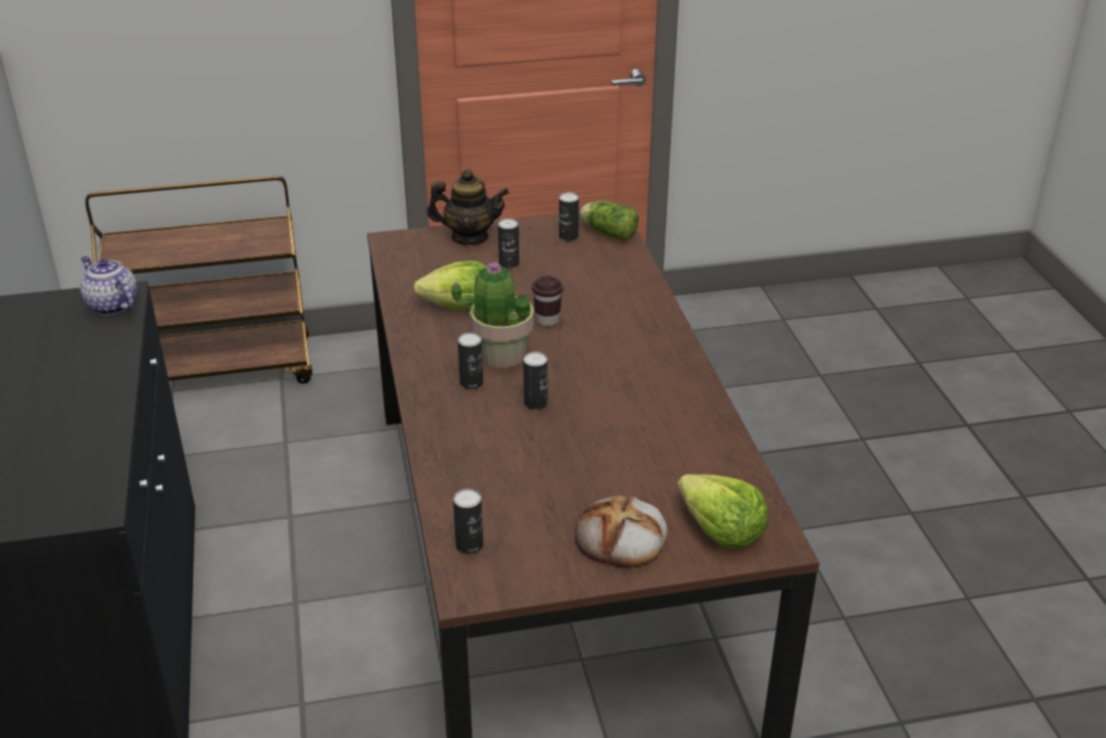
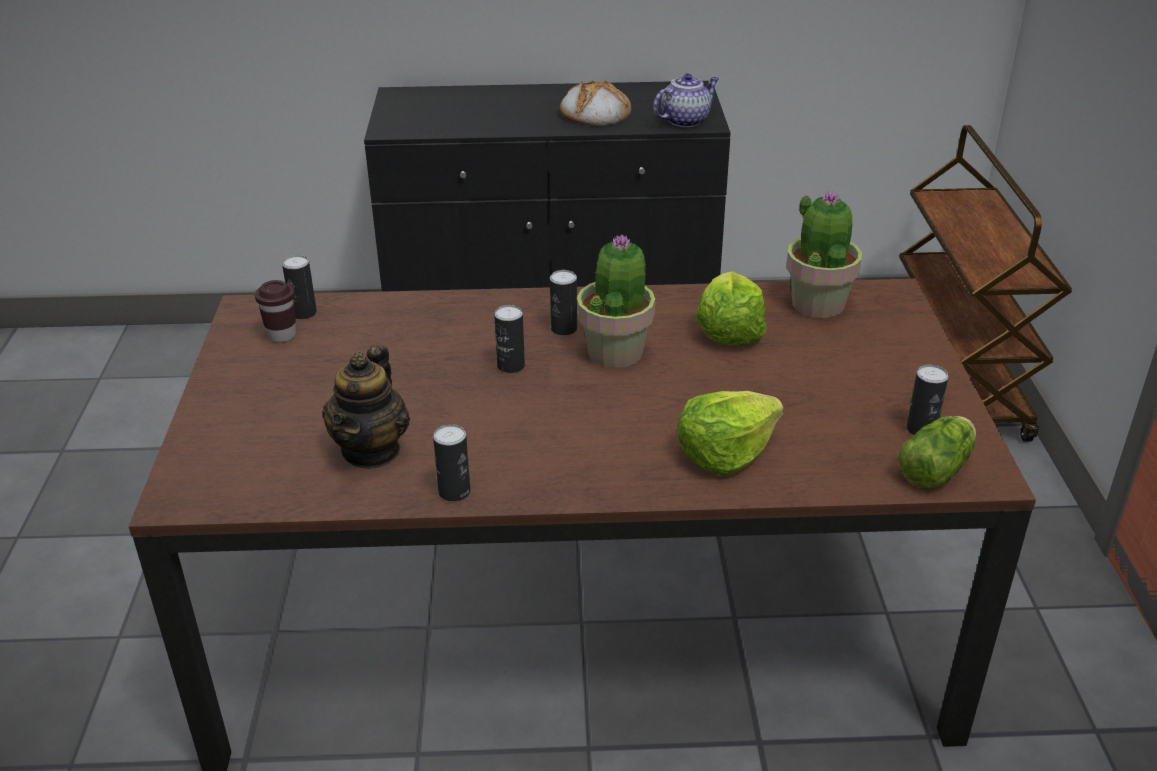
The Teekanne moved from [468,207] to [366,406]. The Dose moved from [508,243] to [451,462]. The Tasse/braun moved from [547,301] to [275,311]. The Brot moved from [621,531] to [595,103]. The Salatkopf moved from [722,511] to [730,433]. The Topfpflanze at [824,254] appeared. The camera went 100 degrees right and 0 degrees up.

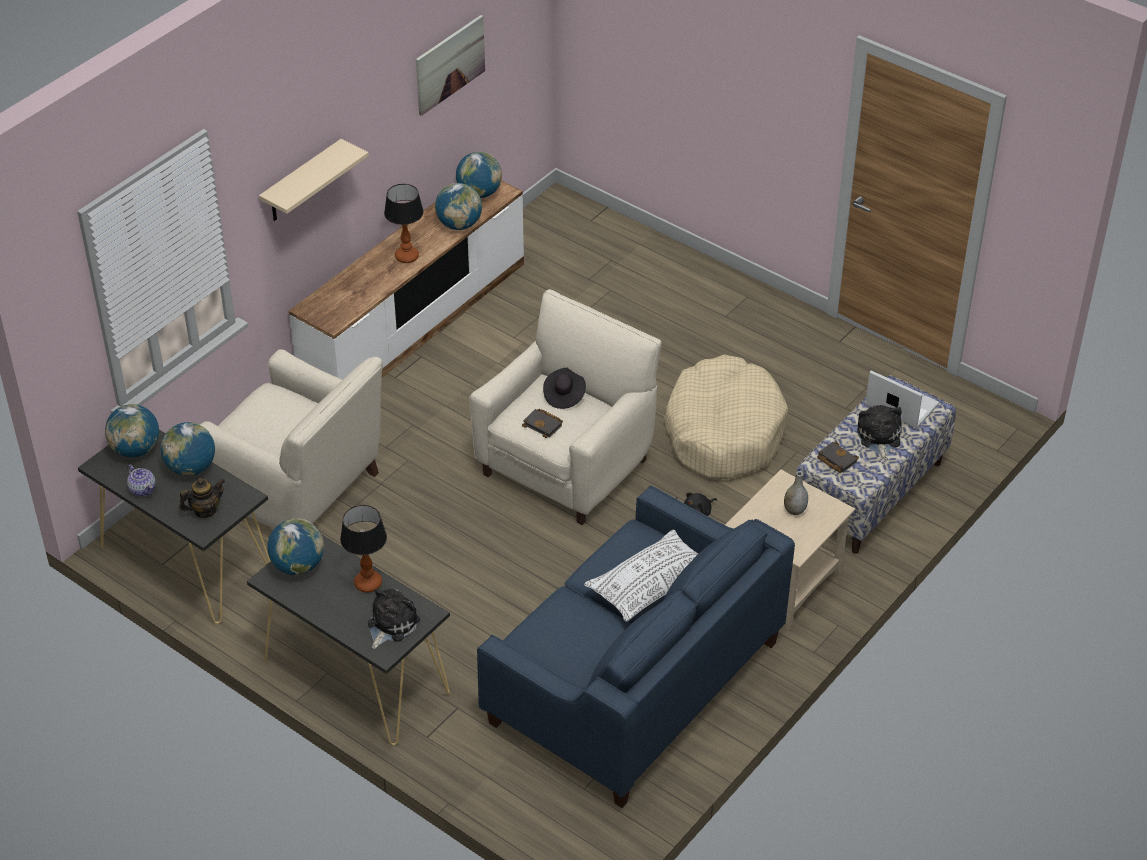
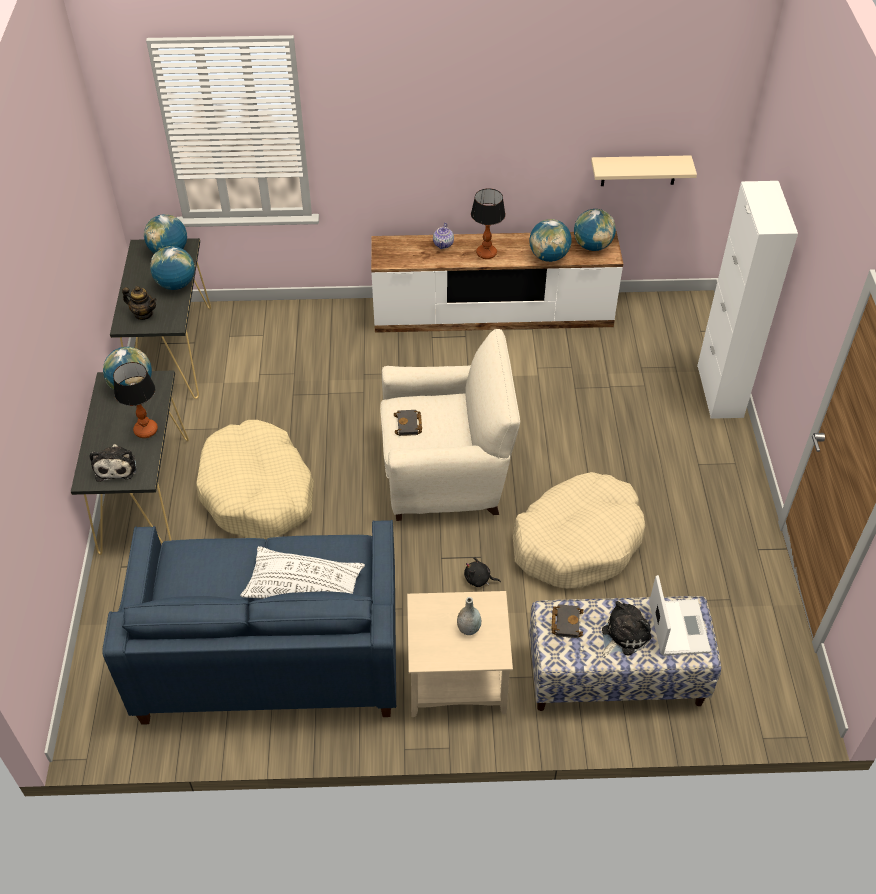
The Teekanne moved from [141,480] to [443,236]. The Sessel/beige at [291,438] disappeared. The Wandregal/beige moved from [314,180] to [644,170]. The Plüschtier at [394,619] turned 90 degrees clockwise. The Bild at [450,65] disappeared. The Hut/schwarz at [564,388] disappeared. The Hundebett/beige at [255,480] appeared. The Schrank/weiß at [747,300] appeared. The camera went 50 degrees right and 5 degrees up.

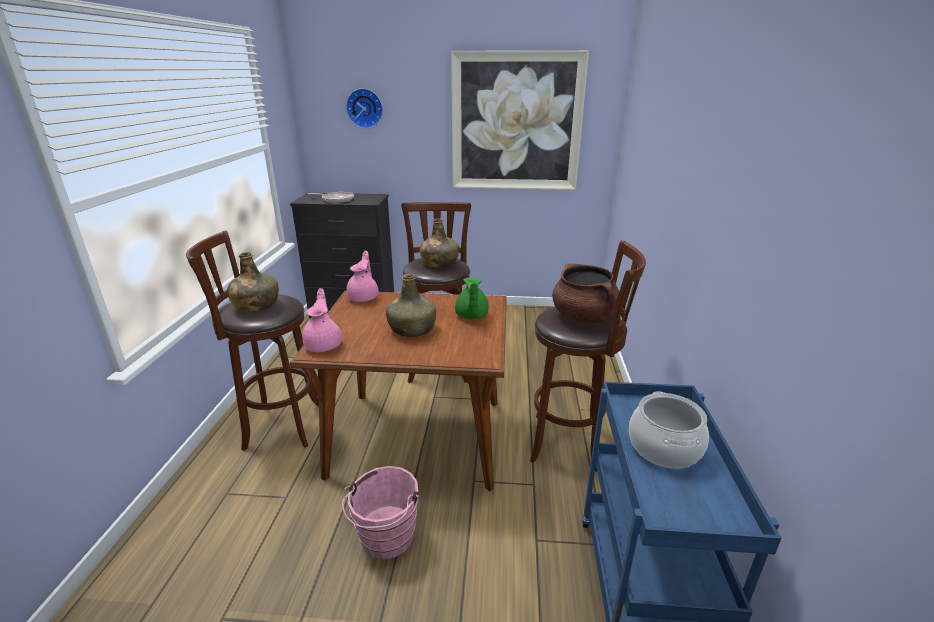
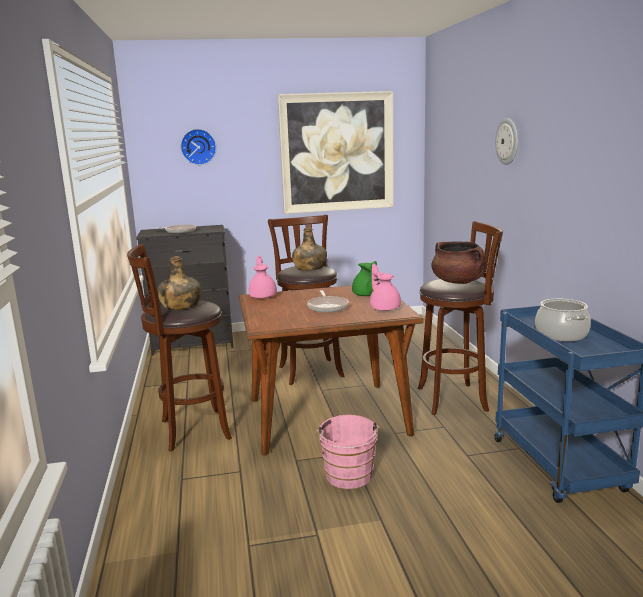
The Teekanne/rosa moved from [322,320] to [385,287]. The Flasche/grün at [411,305] was replaced by the Pfanne at [328,301]. The Wanduhr at [506,141] appeared. The camera went 15 degrees left and 10 degrees down.

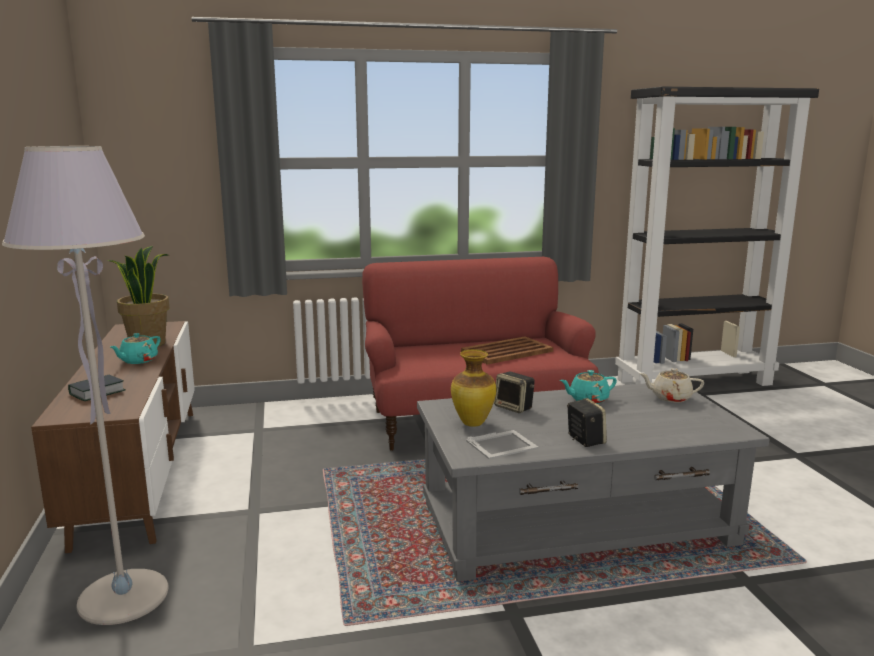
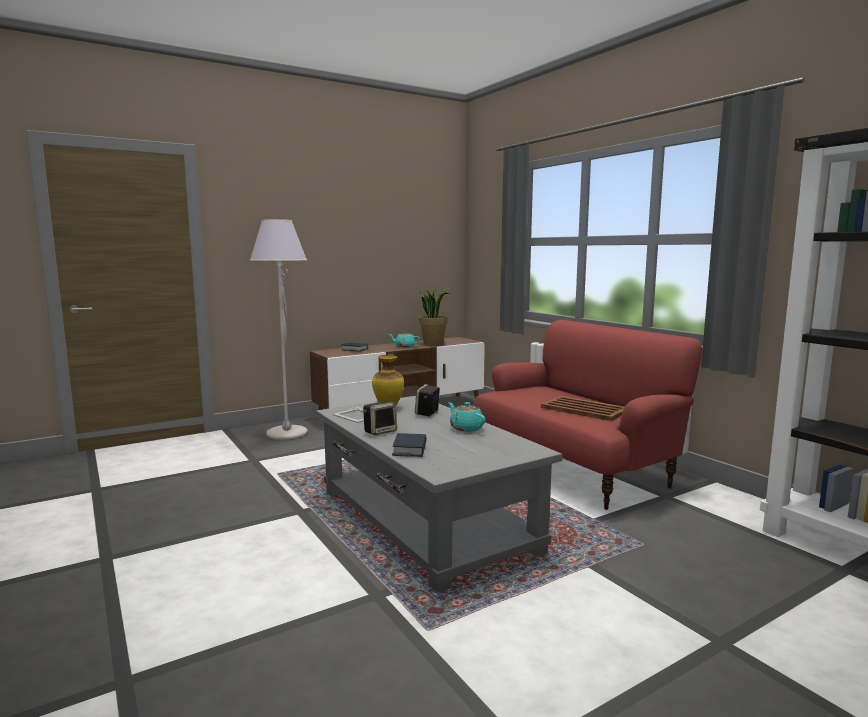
The Teekanne/beige at [671,385] disappeared. The Buch at [409,445] appeared. The camera went 70 degrees right and 5 degrees down.

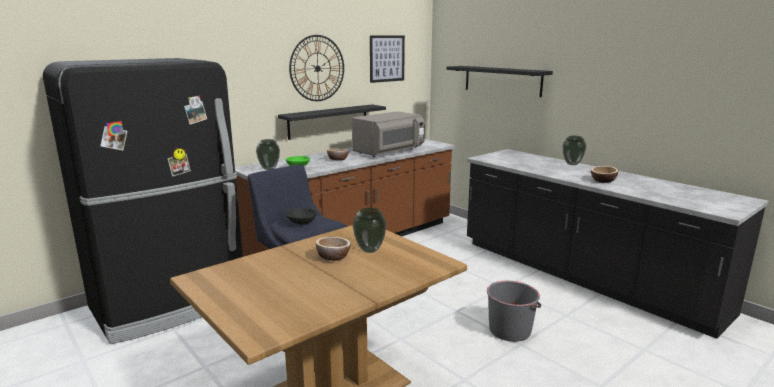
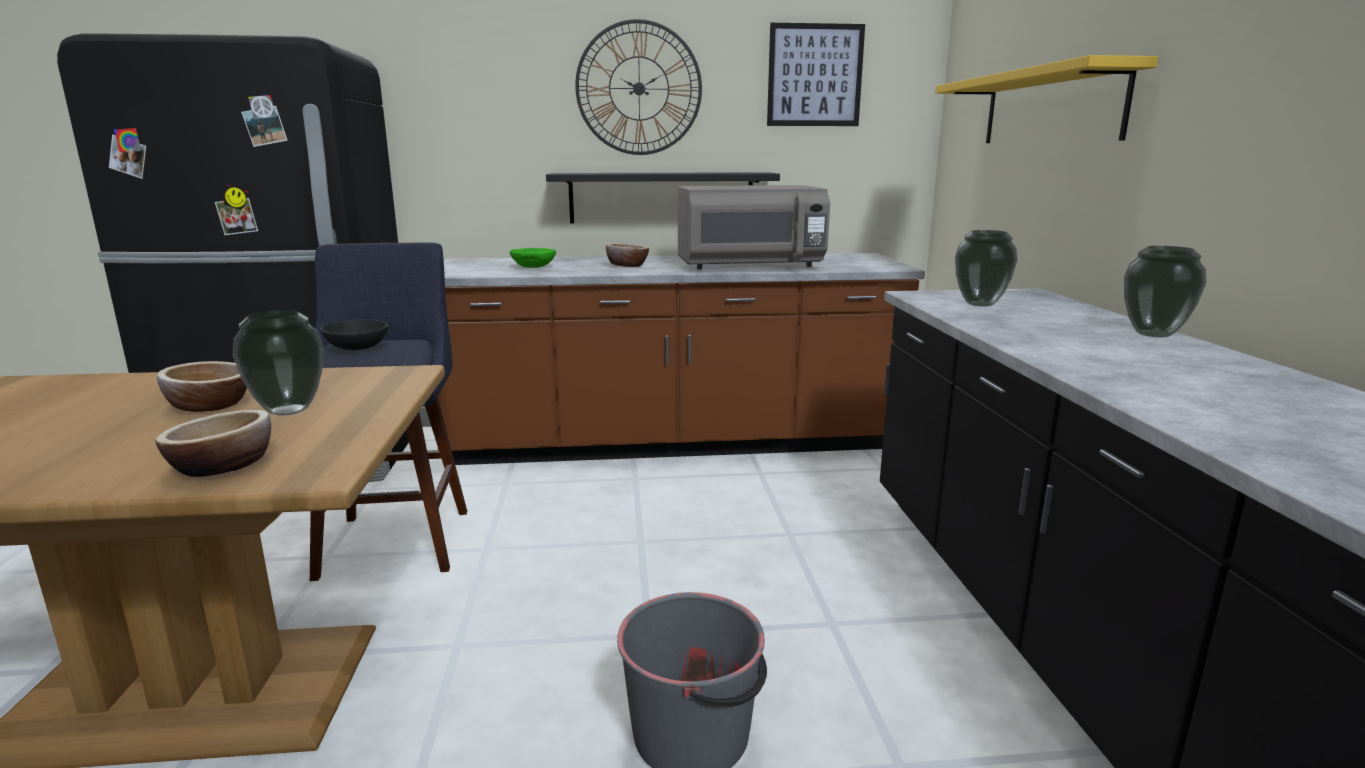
The Vase moved from [268,154] to [986,268]. The Wandregal/schwarz at [499,81] became the Wandregal/gelb at [1047,99]. The Schüssel moved from [604,174] to [213,443]. The camera went 35 degrees right and 0 degrees up.

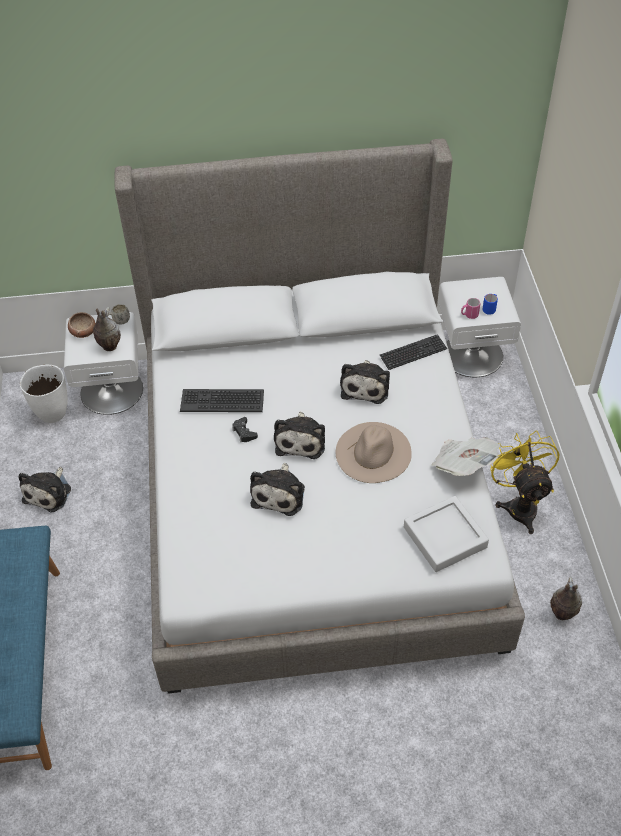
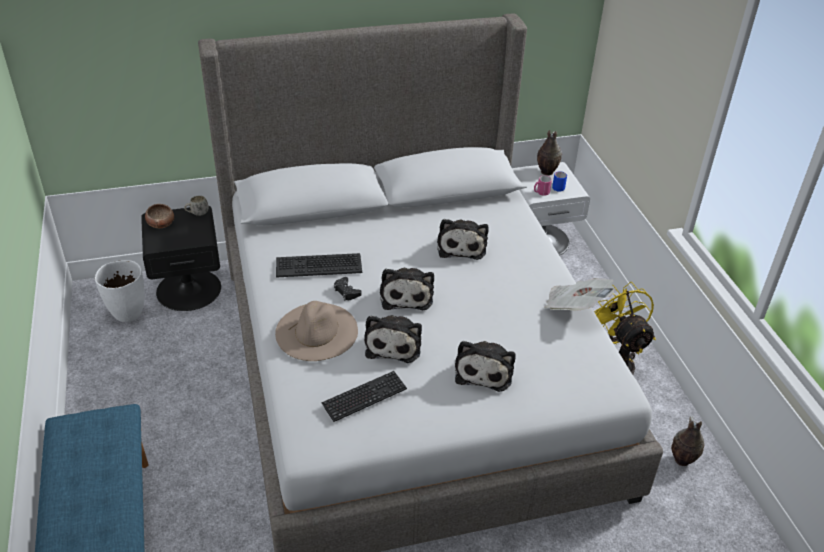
The Plüschtier moved from [45,489] to [485,366]. The Nachttisch/weiß at [103,363] became the Nachttisch/schwarz at [181,258]. The Vase moved from [107,329] to [549,152]. The Hut/beige moved from [374,452] to [316,331]. The Tastatur moved from [413,352] to [364,396]. The Tablett/grau at [446,534] disappeared. The camera went 10 degrees left and 10 degrees down.

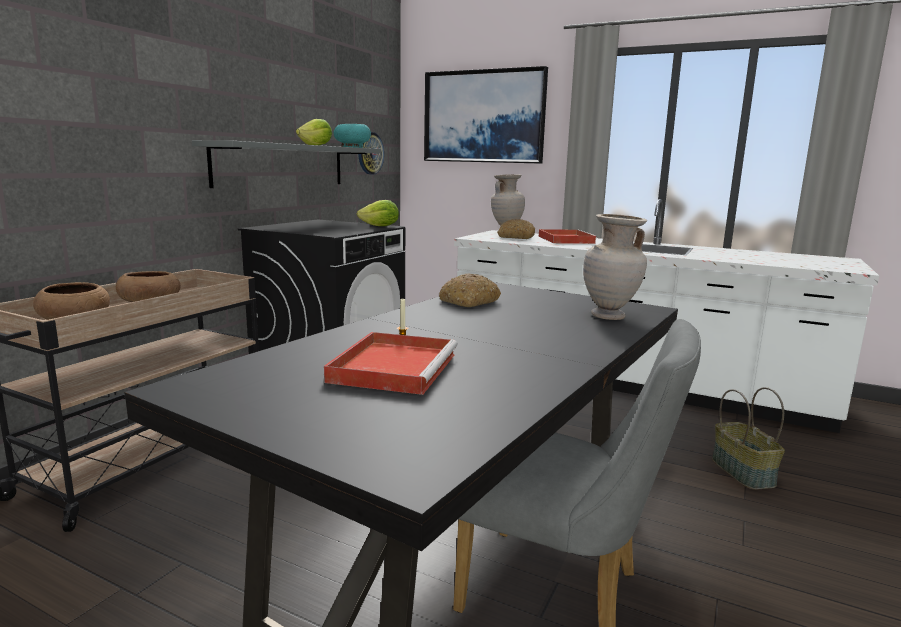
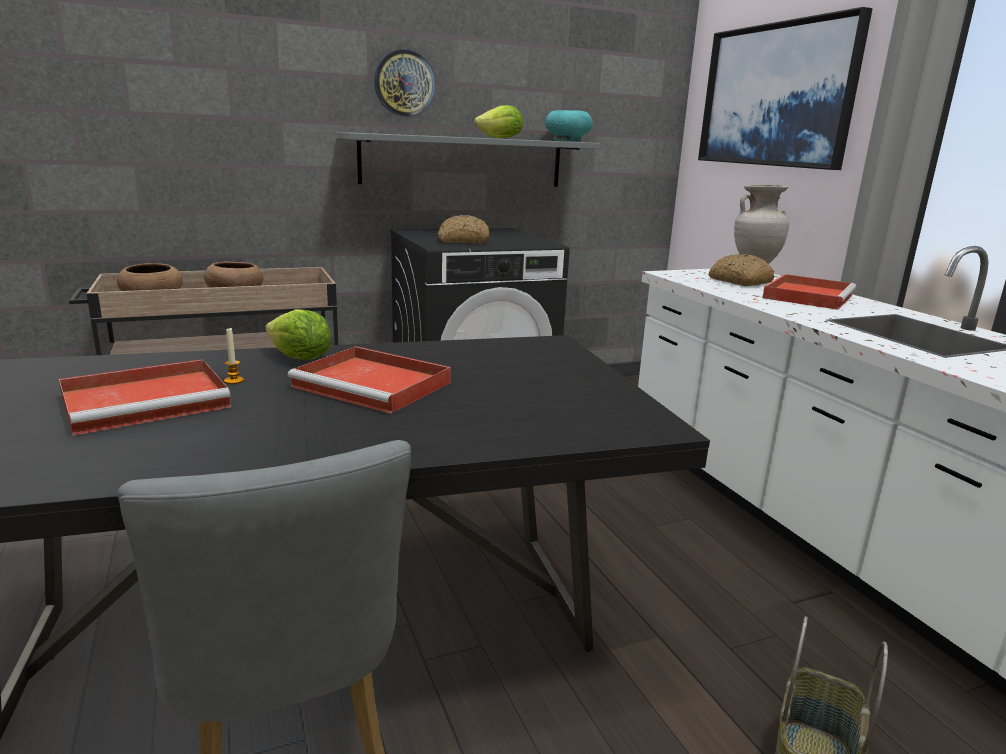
The Salatkopf moved from [378,213] to [298,334]. The Wanduhr moved from [371,153] to [405,83]. The Brot moved from [470,290] to [463,229]. The Vase/beige at [615,267] disappeared. The Tablett/rot at [369,380] appeared. The camera went 40 degrees right and 5 degrees up.

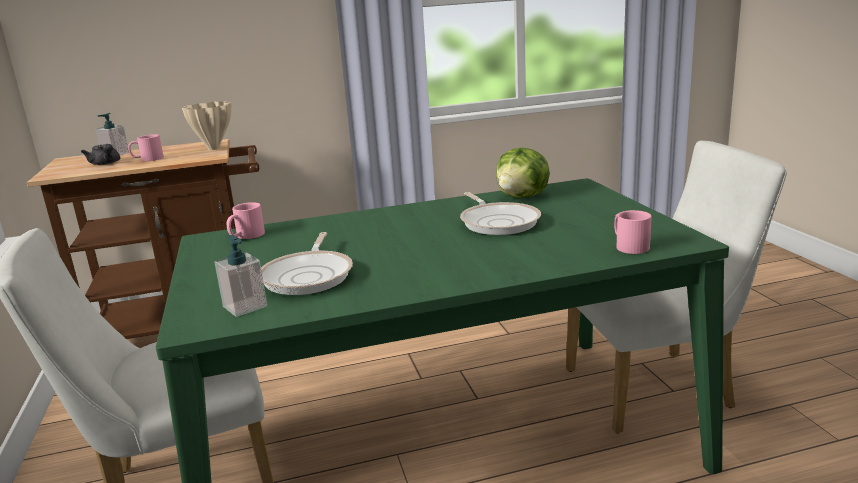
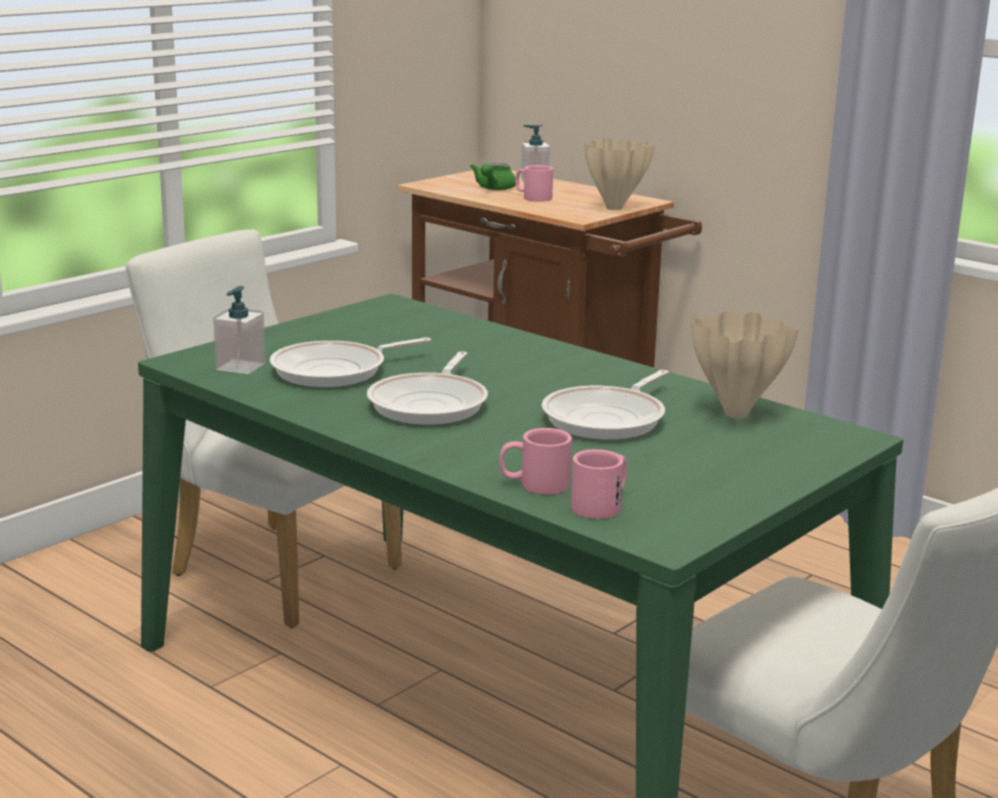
The Teekanne/grau at [100,154] became the Teekanne/grün at [493,176]. The Henkelbecher/rosa moved from [246,220] to [535,461]. The Salatkopf at [523,173] was replaced by the Vase/beige at [745,365]. The Pfanne at [427,388] appeared. The camera went 55 degrees right and 0 degrees up.

